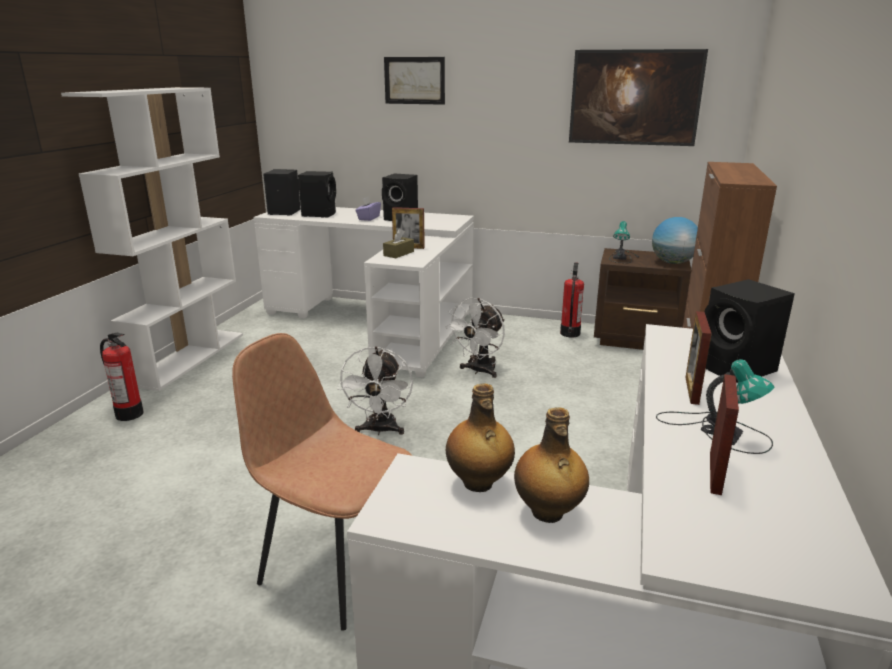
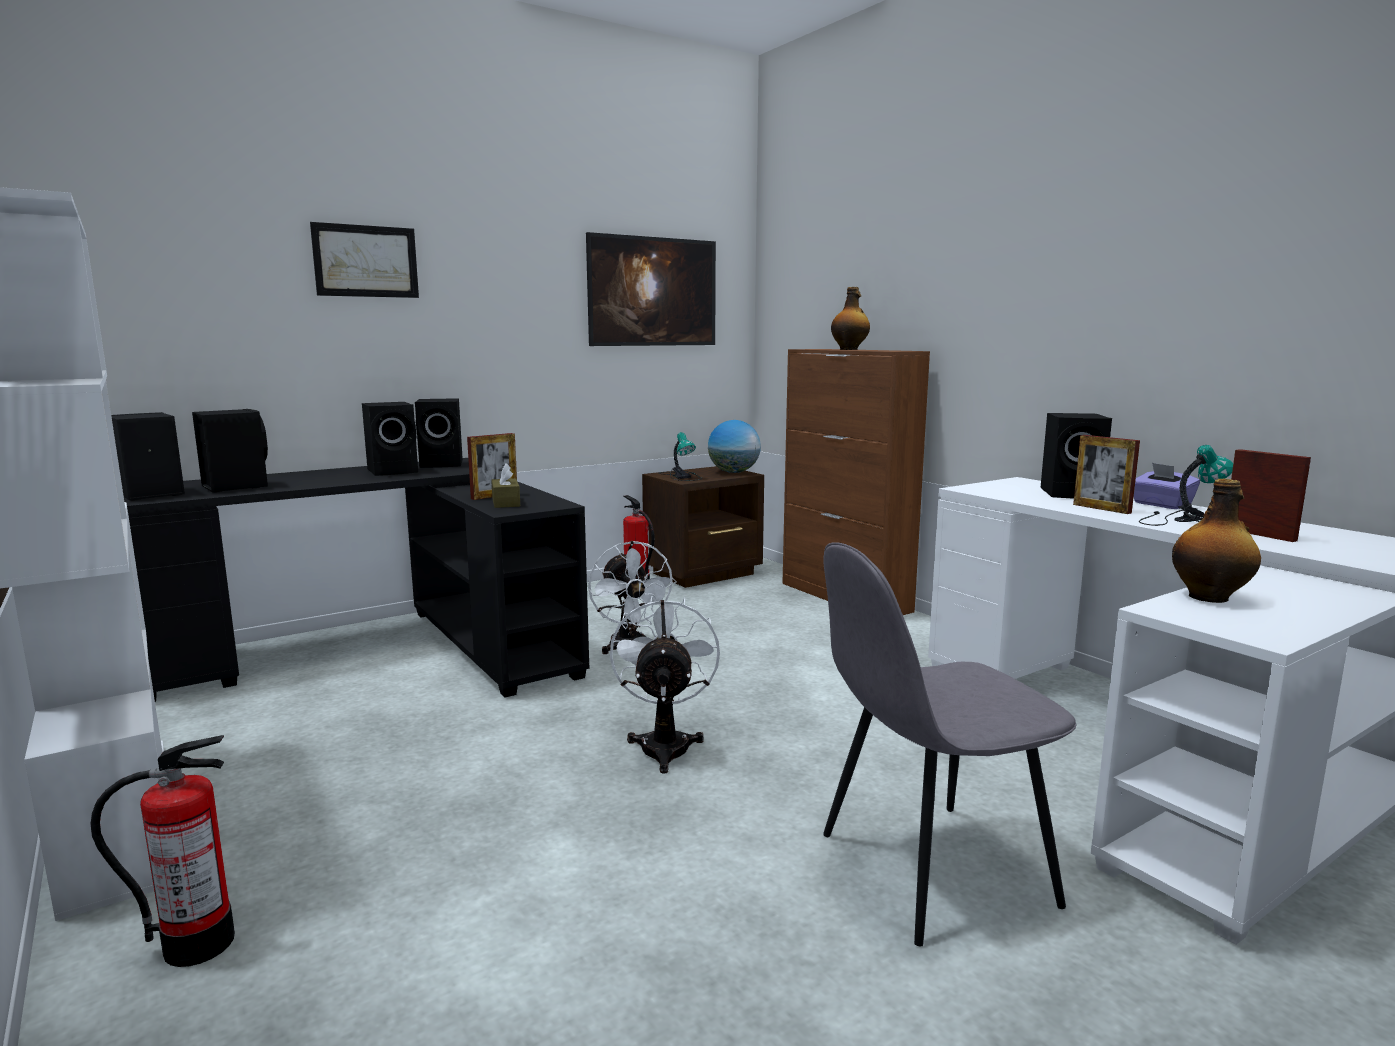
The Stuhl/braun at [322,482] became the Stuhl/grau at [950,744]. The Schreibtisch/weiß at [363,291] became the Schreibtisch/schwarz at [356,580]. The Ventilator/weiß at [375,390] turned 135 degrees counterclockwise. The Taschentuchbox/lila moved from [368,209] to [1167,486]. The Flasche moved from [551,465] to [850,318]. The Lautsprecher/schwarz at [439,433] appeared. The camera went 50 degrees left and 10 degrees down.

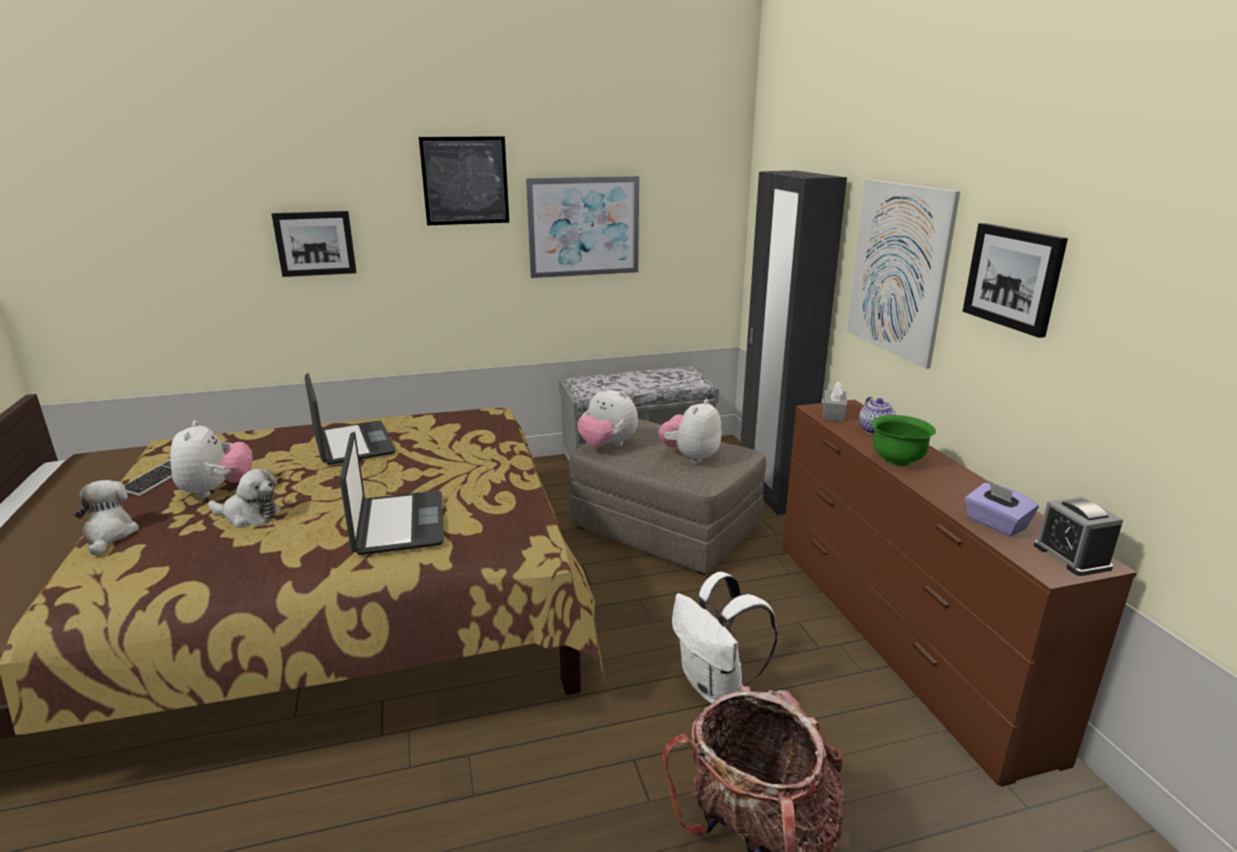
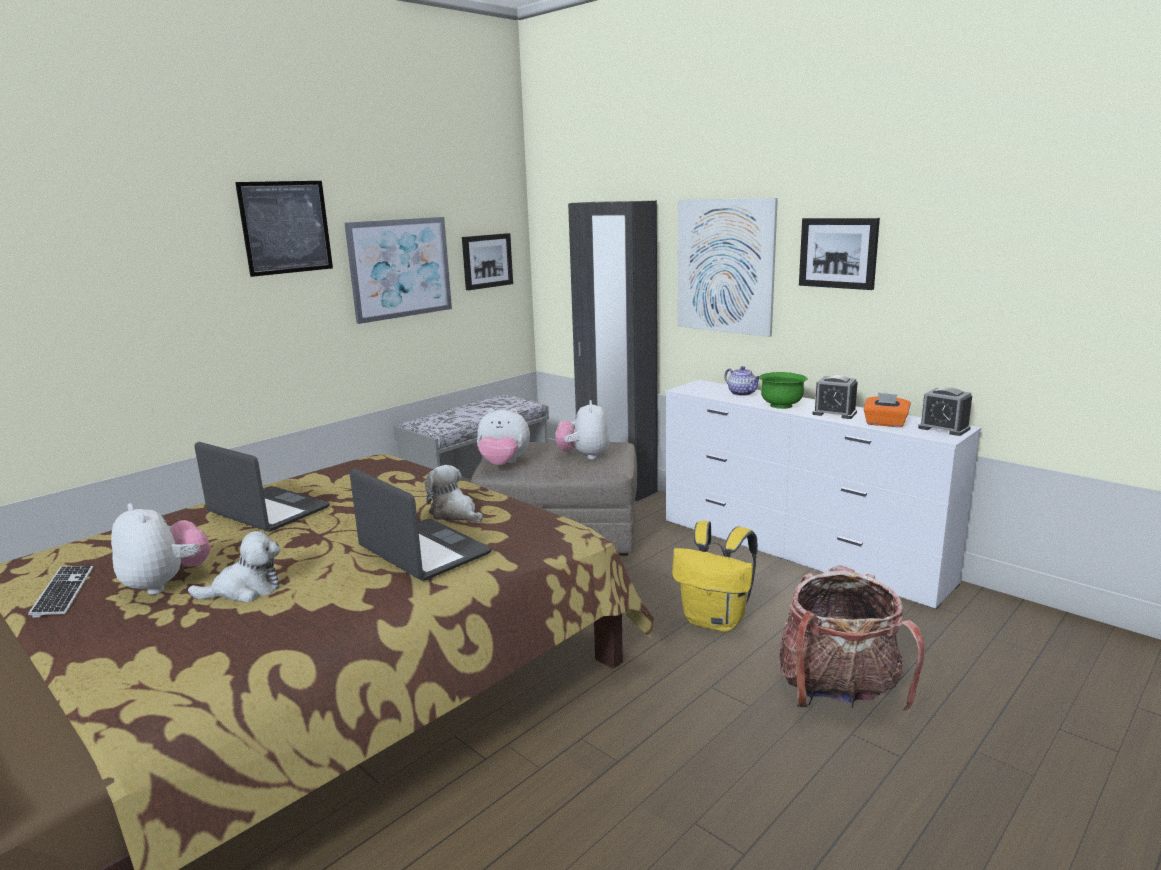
The Plüschtier moved from [106,518] to [454,494]. The Bild moved from [314,244] to [487,261]. The Rucksack/weiß at [725,638] became the Rucksack/gelb at [715,576]. The Kommode/braun at [959,593] became the Kommode/weiß at [823,494]. The Taschentuchbox/grau at [835,401] disappeared. The Taschentuchbox/lila at [1002,509] became the Taschentuchbox/orange at [887,410]. The Wecker at [835,397] appeared. The camera went 30 degrees left and 5 degrees down.

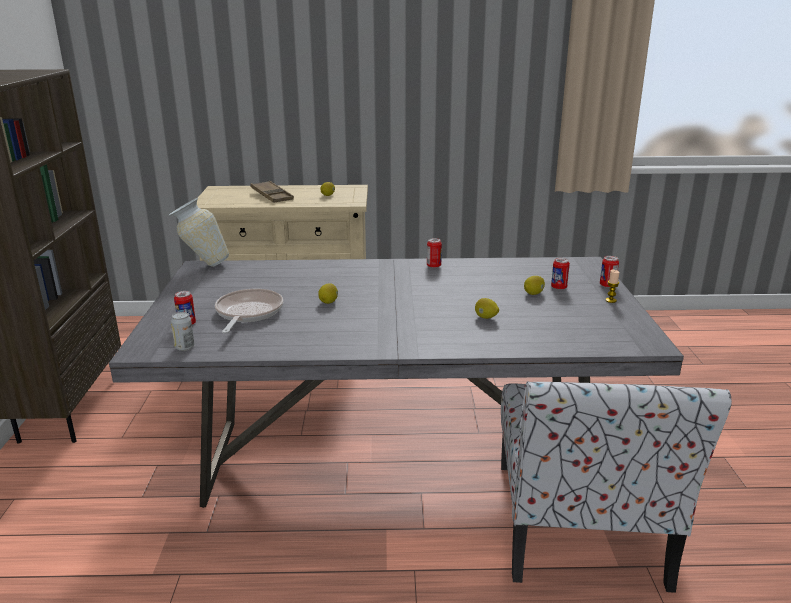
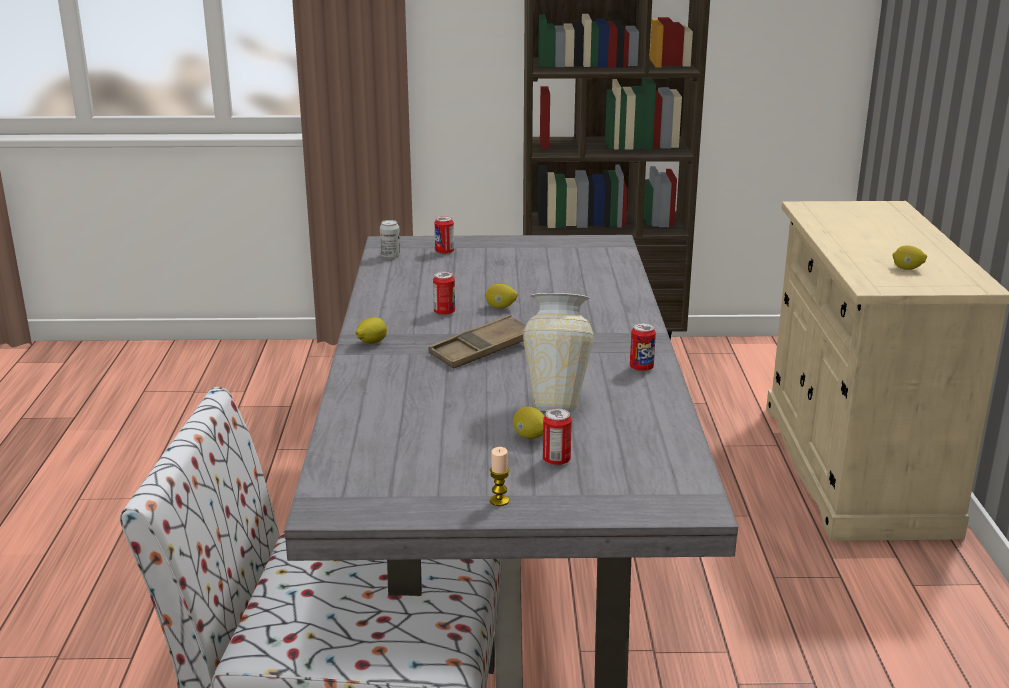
The Vase moved from [198,232] to [558,352]. The Pfanne at [249,311] disappeared. The Tablett/braun moved from [272,192] to [477,342]. The Zitrone moved from [487,308] to [371,330]. The Dose moved from [609,272] to [444,294]. The camera went 90 degrees right and 0 degrees up.

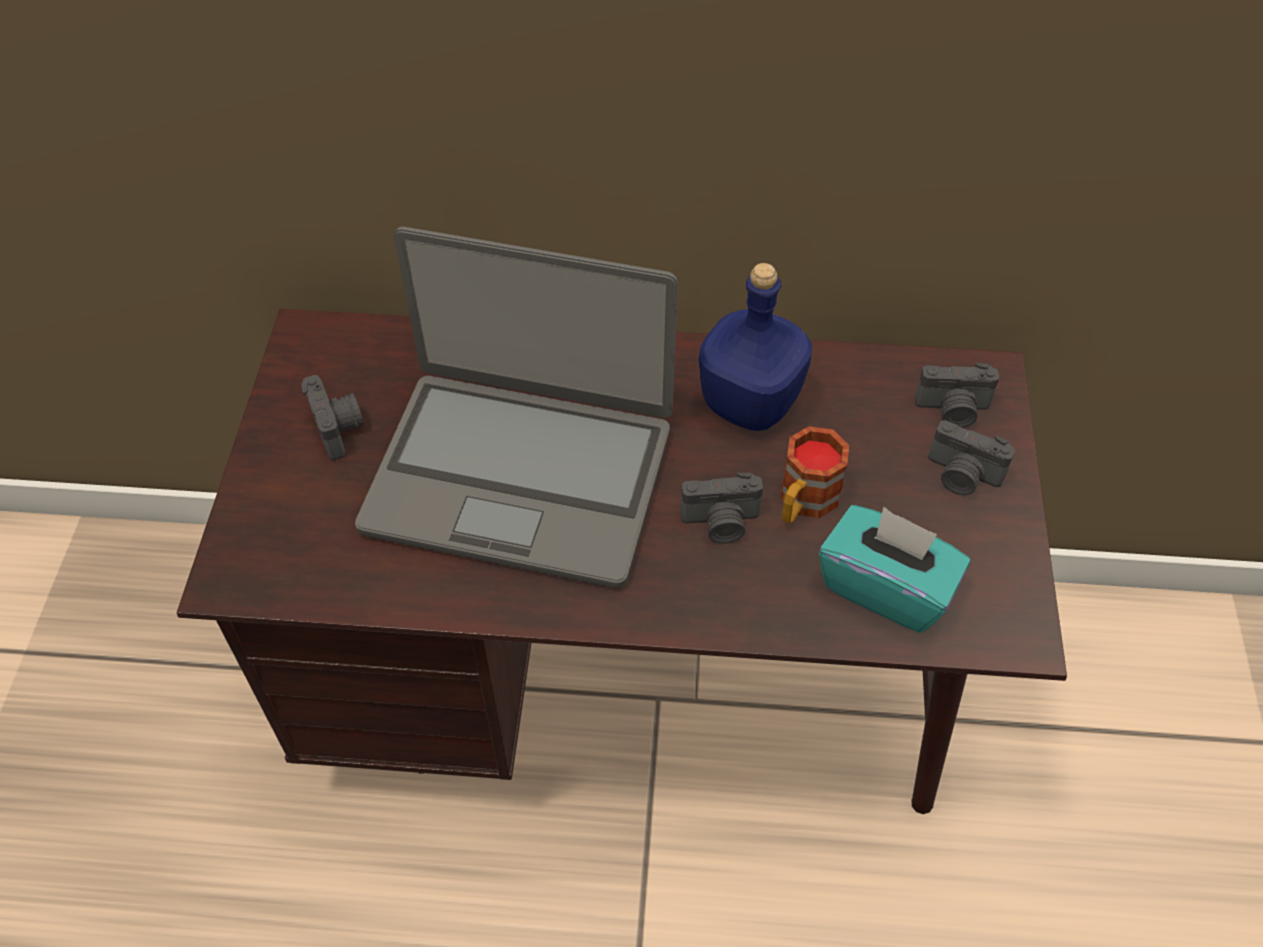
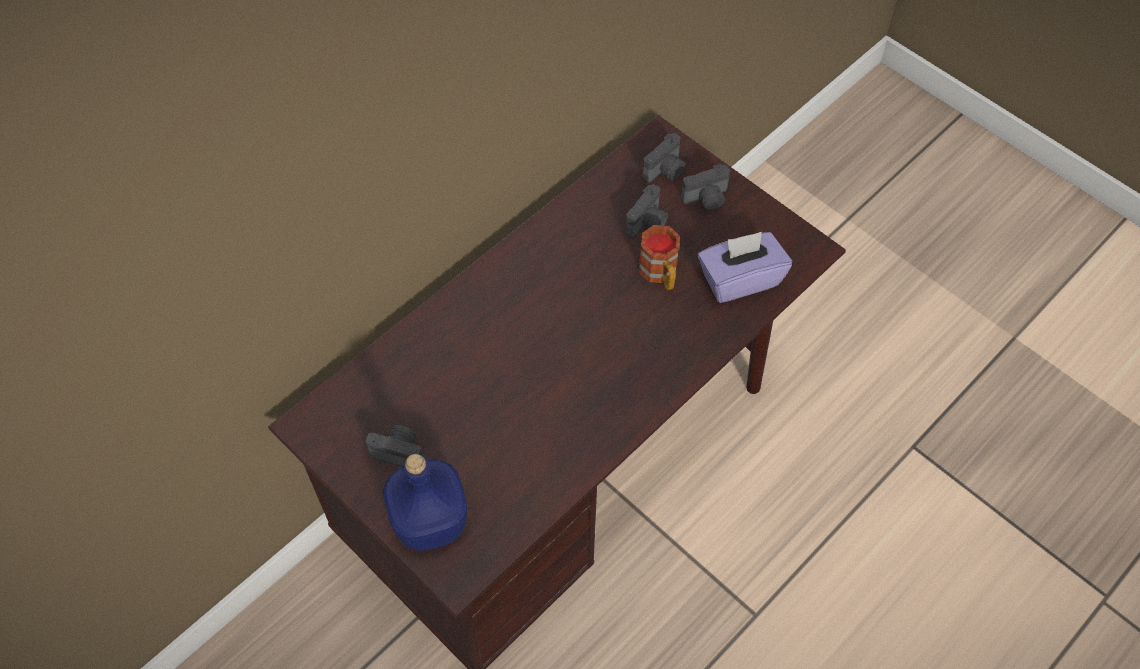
The Laptop at [516,407] disappeared. The Kamera moved from [721,508] to [646,211]. The Flasche/blau moved from [755,347] to [425,502]. The Taschentuchbox/türkis at [894,569] became the Taschentuchbox/lila at [745,267]. The camera went 50 degrees left and 5 degrees up.

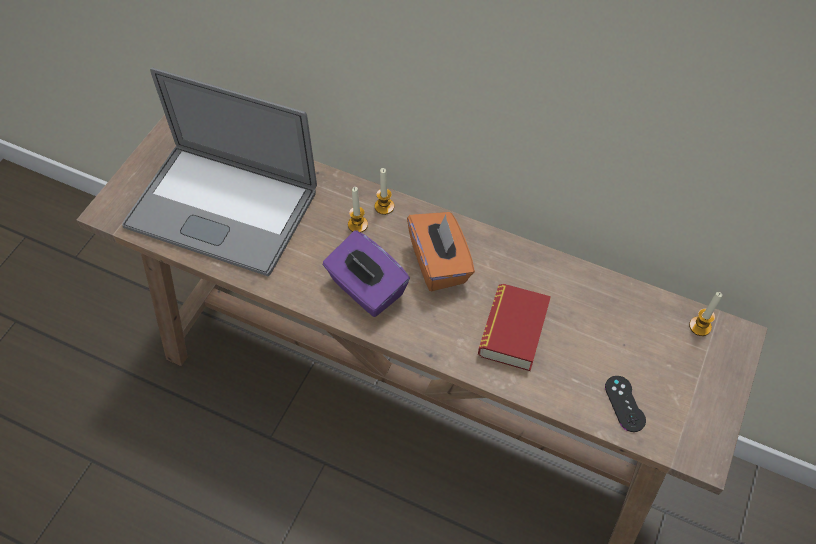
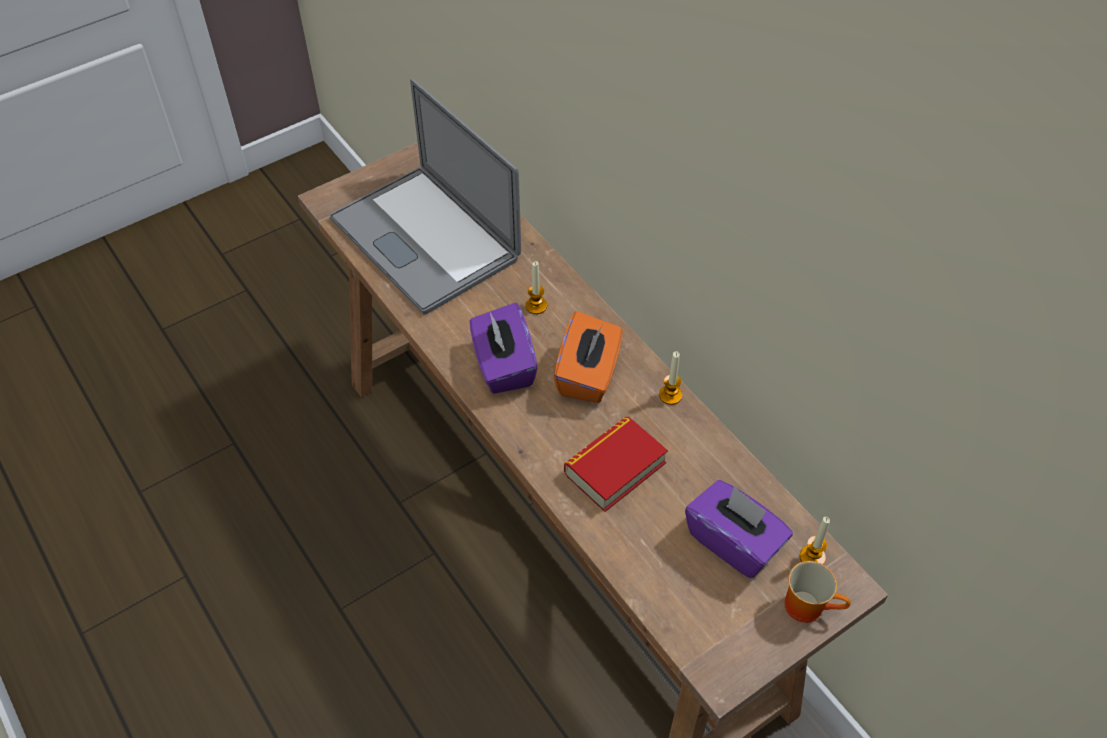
The Kerze moved from [384,191] to [670,378]. The Gamepad/schwarz at [625,404] disappeared. The Taschentuchbox/lila at [739,529] appeared. The Henkelbecher at [818,592] appeared. The camera went 30 degrees right and 5 degrees down.

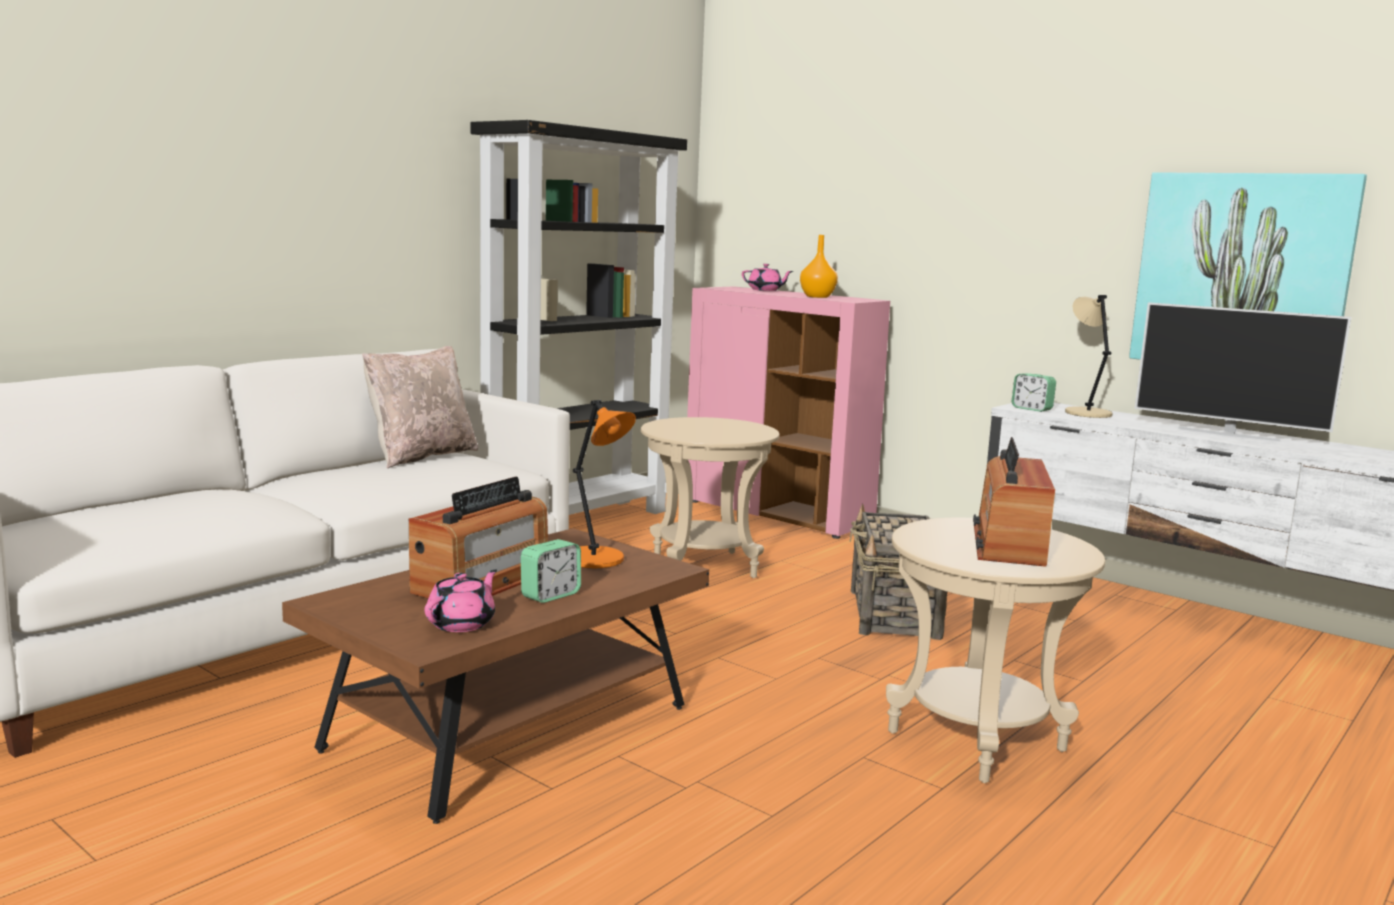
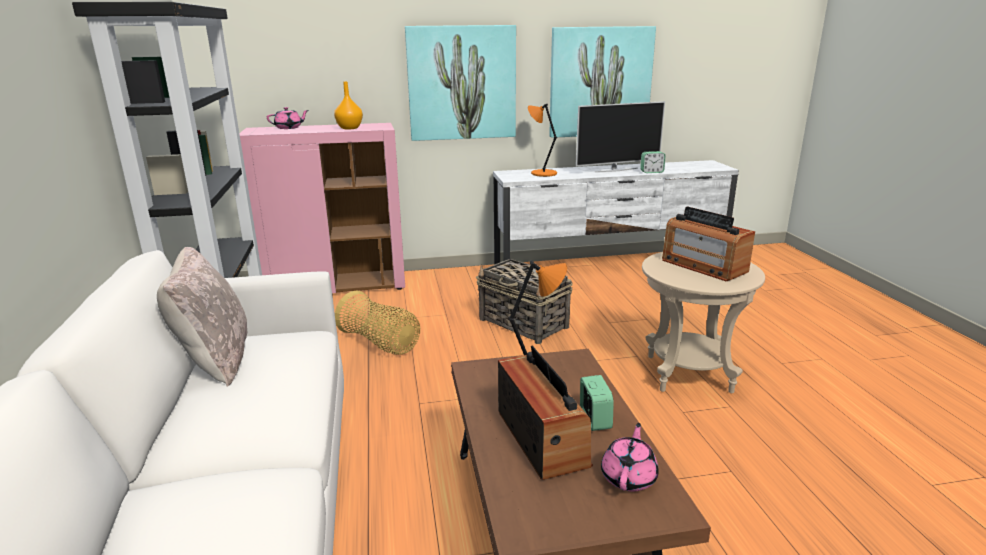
The Teekanne/rosa at [460,601] turned 45 degrees clockwise. The Beistelltisch/beige at [710,497] was replaced by the Korb at [377,322]. The Wecker moved from [1034,392] to [652,162]. The Tischlampe/beige at [1089,356] became the Tischlampe/orange at [542,140]. The Bild at [460,83] appeared. The camera went 50 degrees left and 10 degrees up.

